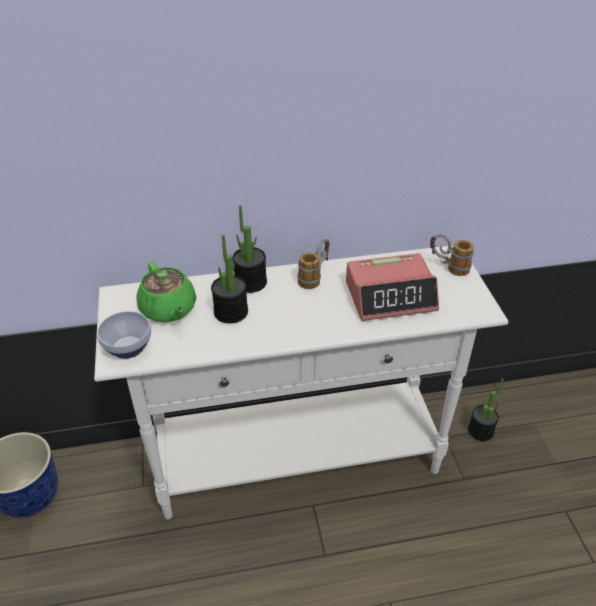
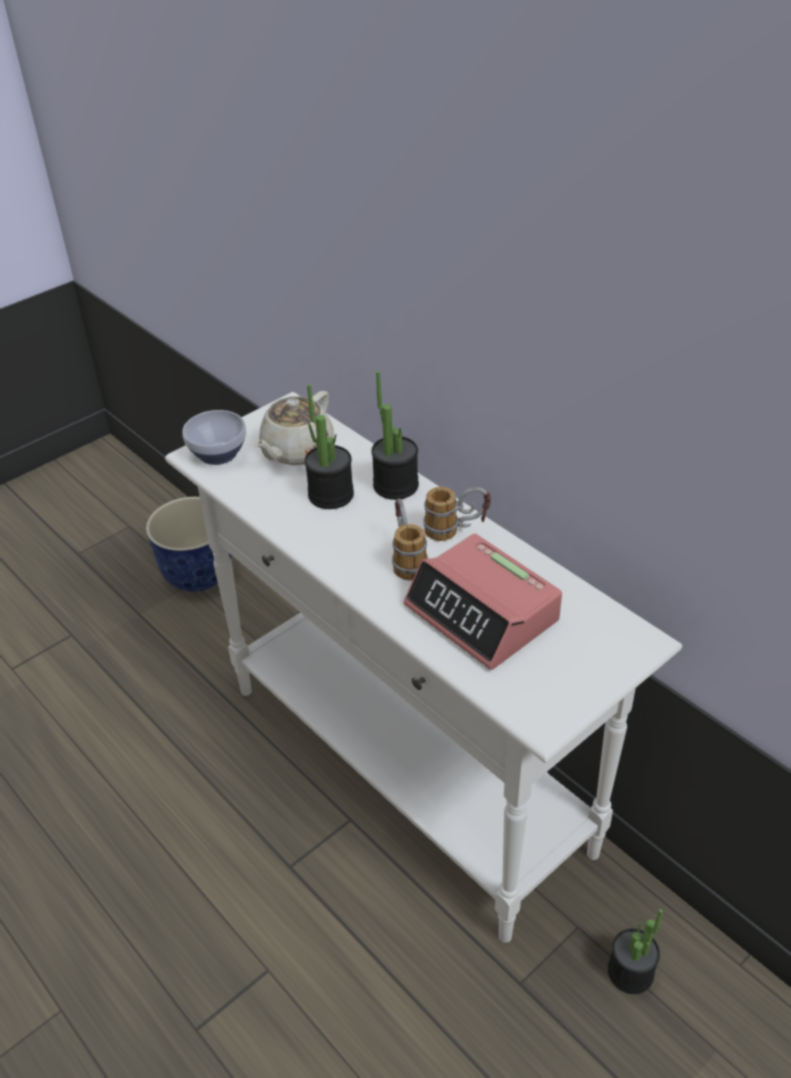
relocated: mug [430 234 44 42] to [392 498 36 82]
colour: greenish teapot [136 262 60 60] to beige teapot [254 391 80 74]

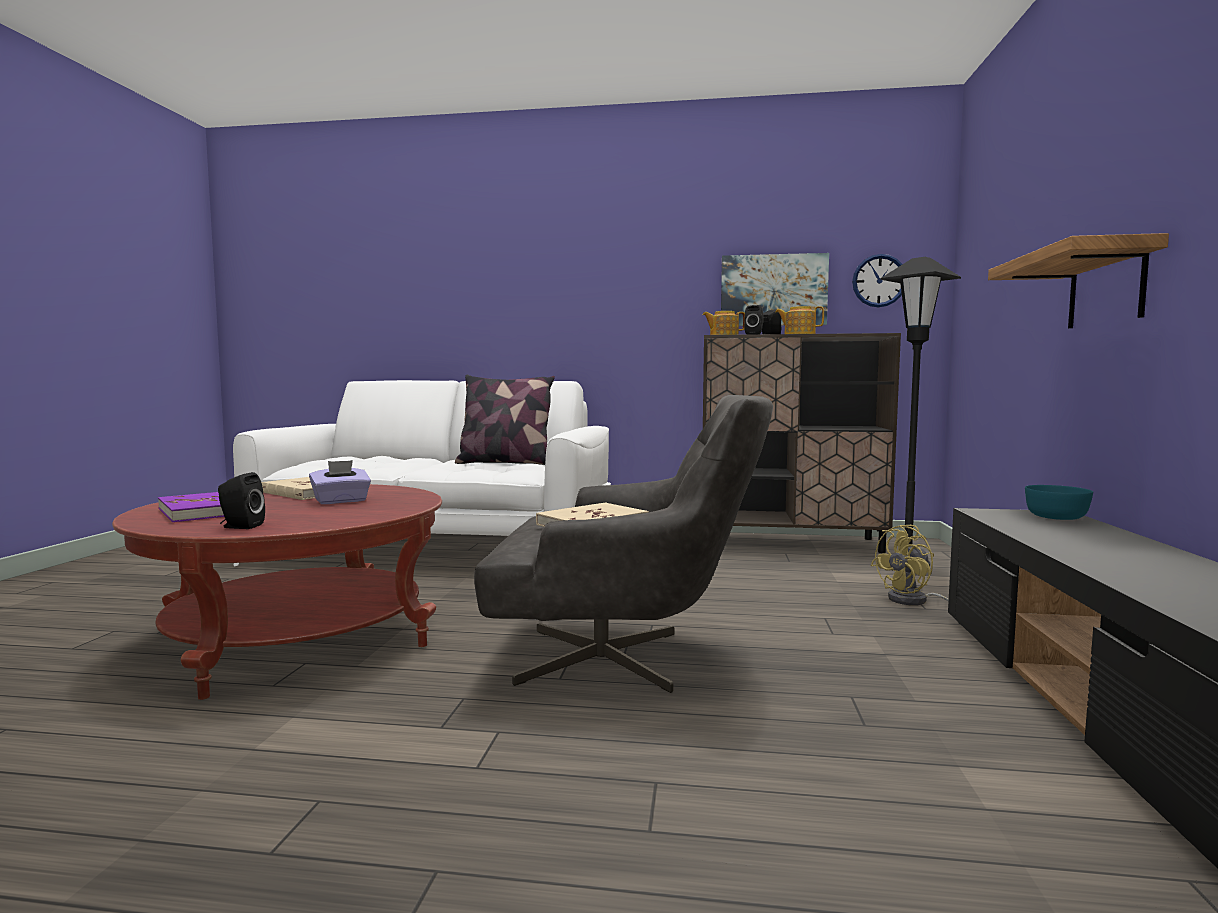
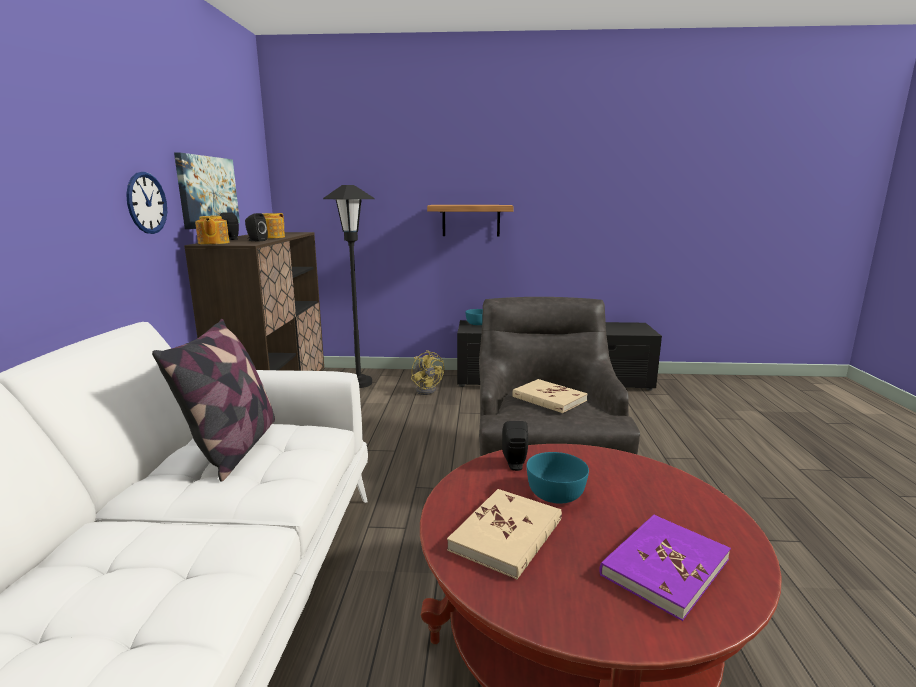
relocated: black speaker [218 472 47 57] to [502 421 26 50]; wall clock [852 254 50 53] to [126 172 41 62]
exchanged: purplish box of tissues [309 460 62 44] to turquoise-coloured bowl [527 452 62 52]

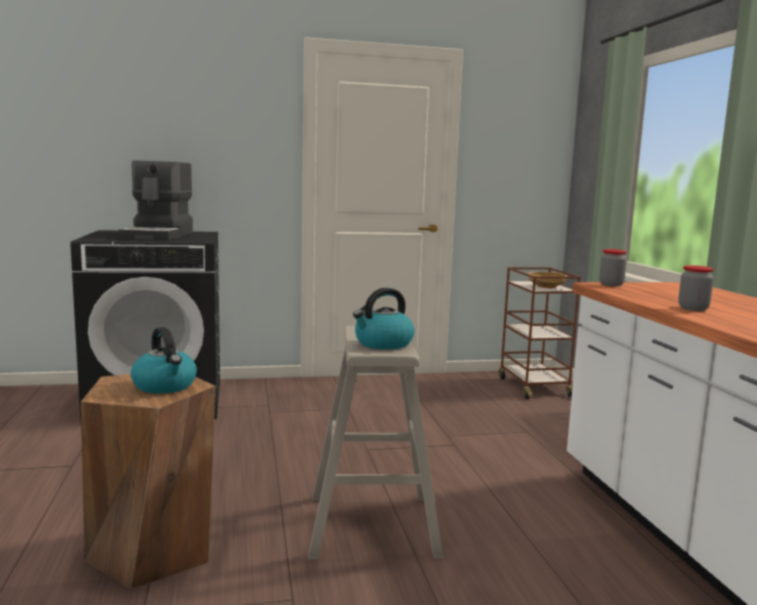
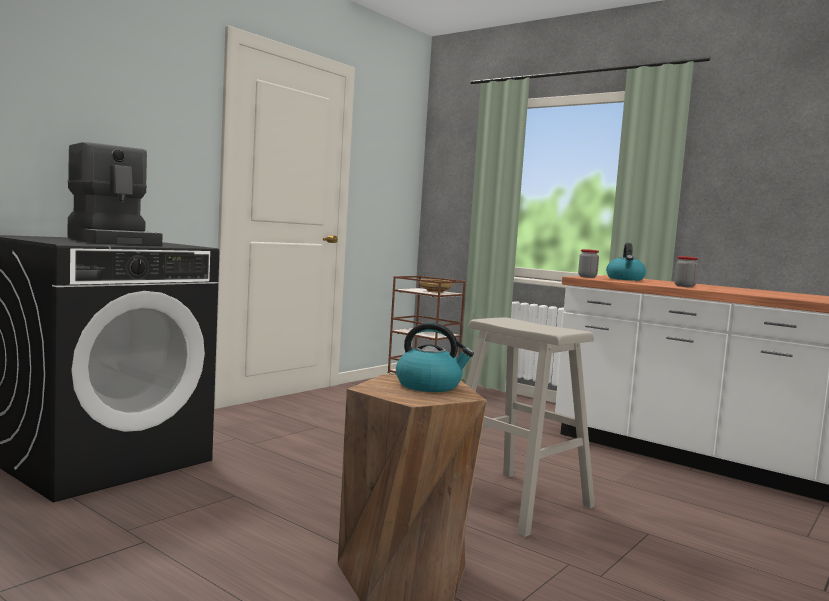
relocated: tea kettle [353 288 61 62] to [606 243 40 38]

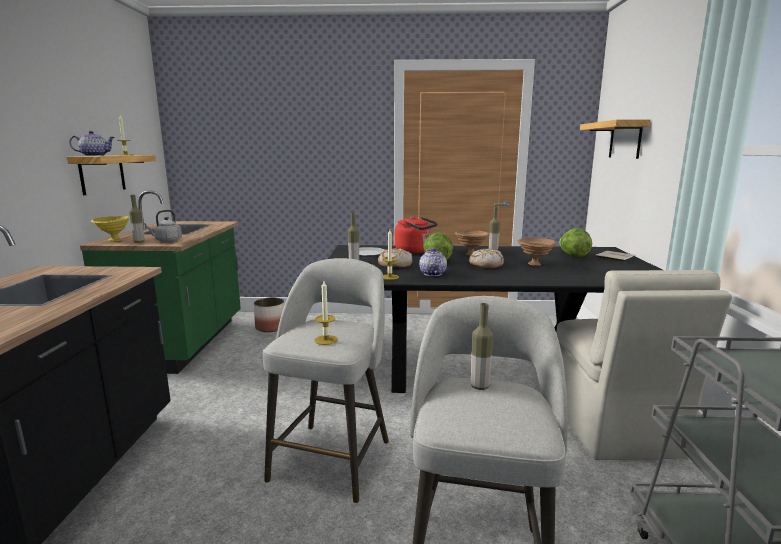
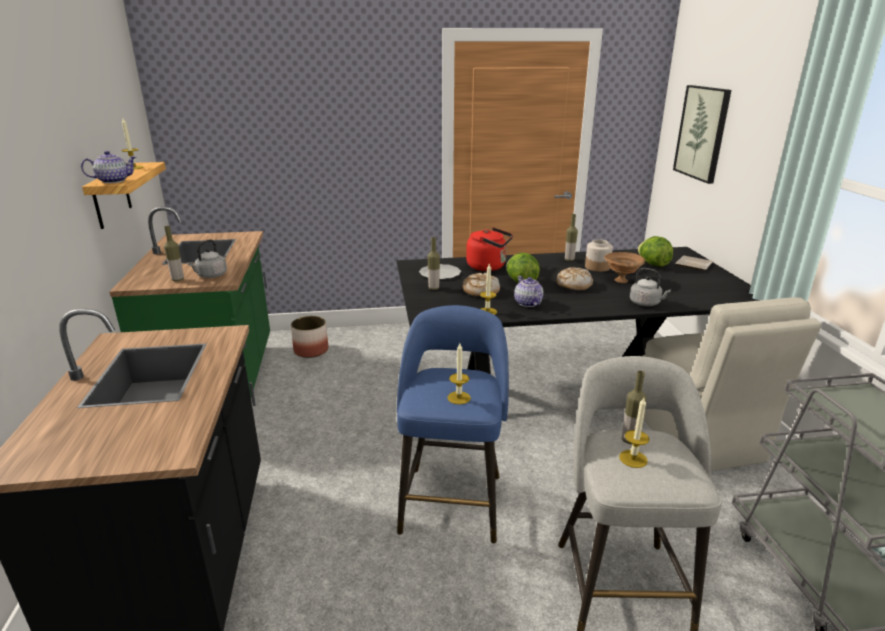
missing: yellow-coloured bowl [91 216 39 25]; brown-coloured bowl [455 230 35 26]
appeared: jar [585 239 28 33]; candle [619 398 31 70]; greyish tea kettle [630 268 41 38]
exchanged: bracket shelf [580 119 71 40] to picture [673 85 58 99]
colour: greyish sitting stool [263 258 126 245] to bluish sitting stool [397 305 112 238]

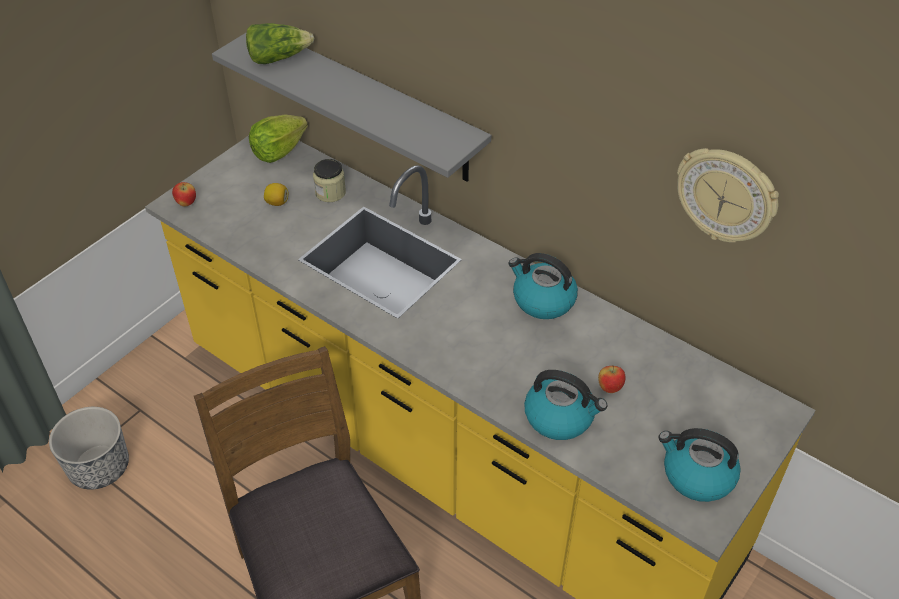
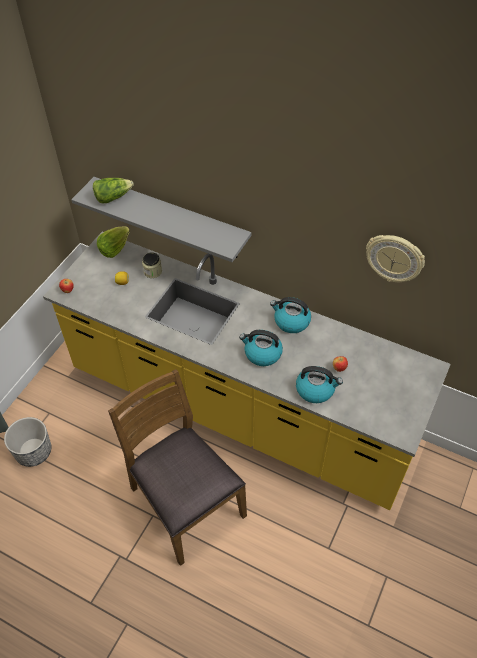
relocated: tea kettle [658 428 83 74] to [239 330 44 36]

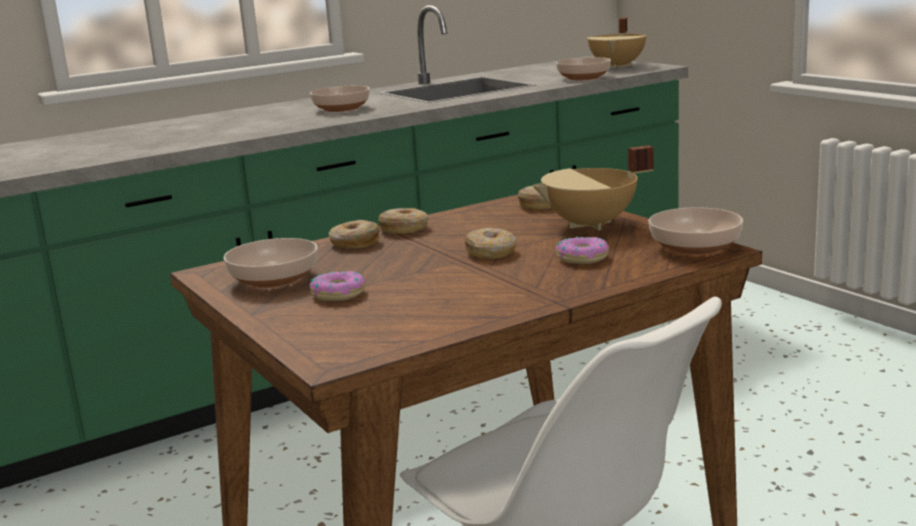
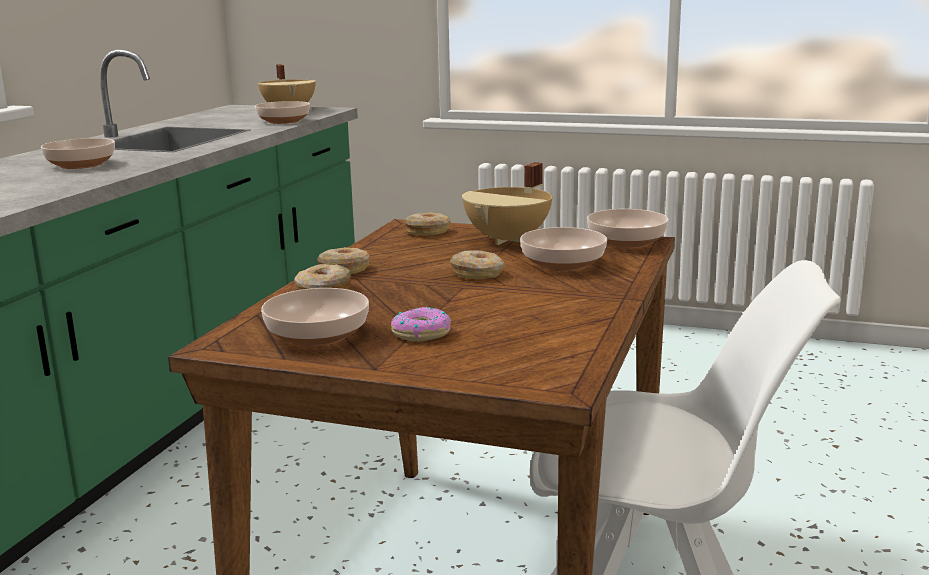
exchanged: doughnut [556 237 53 27] to bowl [520 227 87 44]

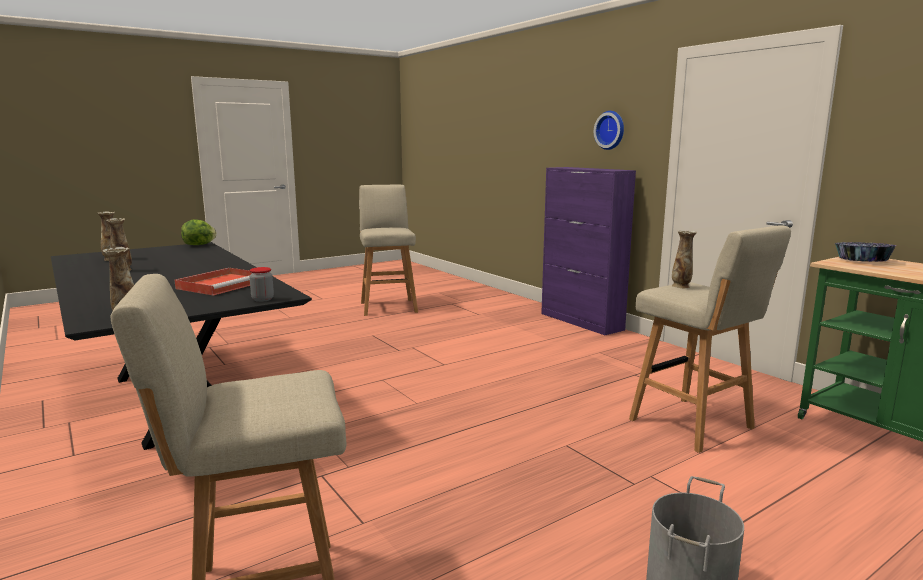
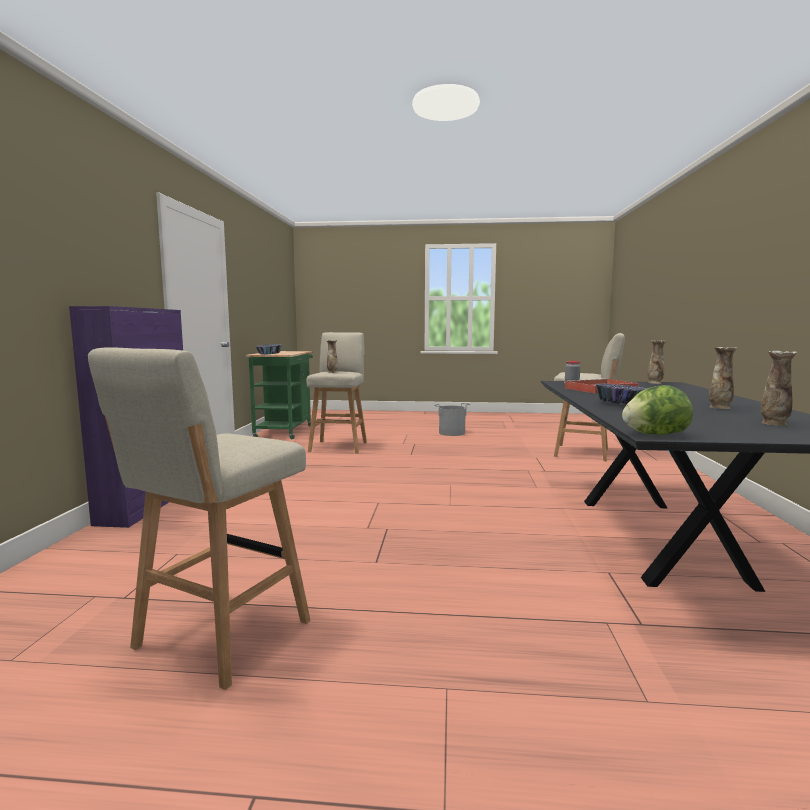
missing: wall clock [594 111 30 39]
appeared: bowl [596 384 51 21]

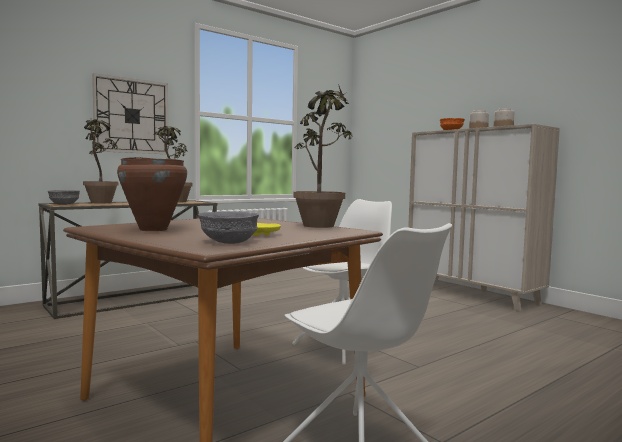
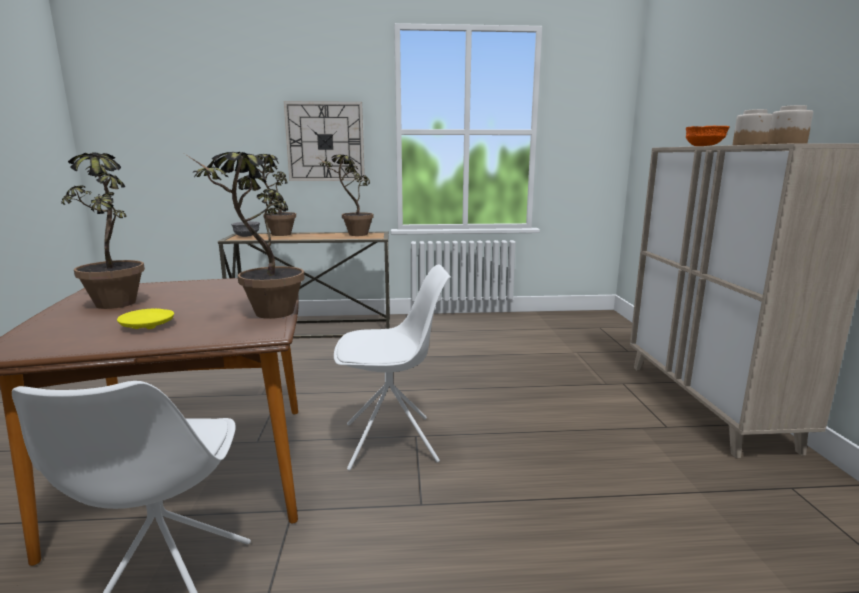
missing: greyish bowl [198 211 61 33]
exchanged: brown-coloured cooking pot [117 157 70 74] to houseplant [61 152 84 157]

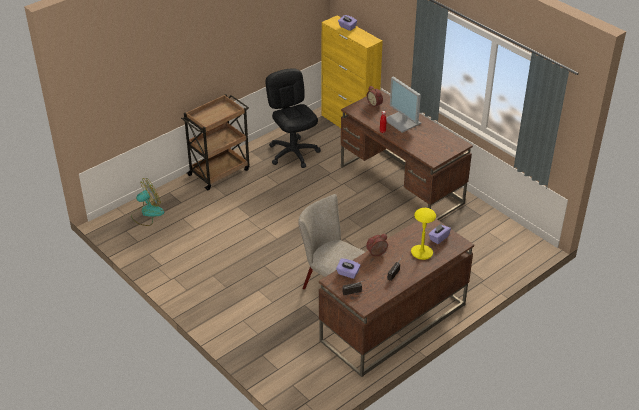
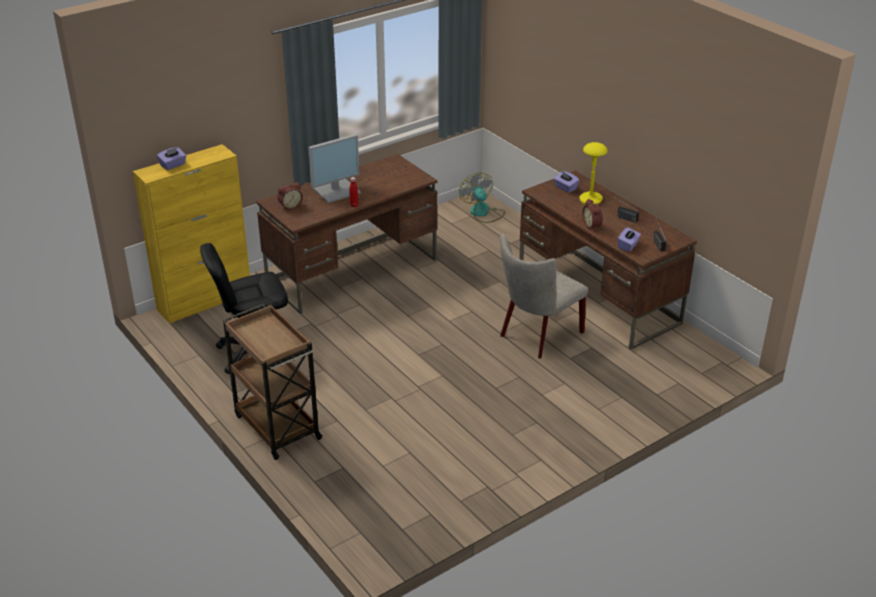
relocated: electric fan [131 178 33 48] to [459 173 46 50]

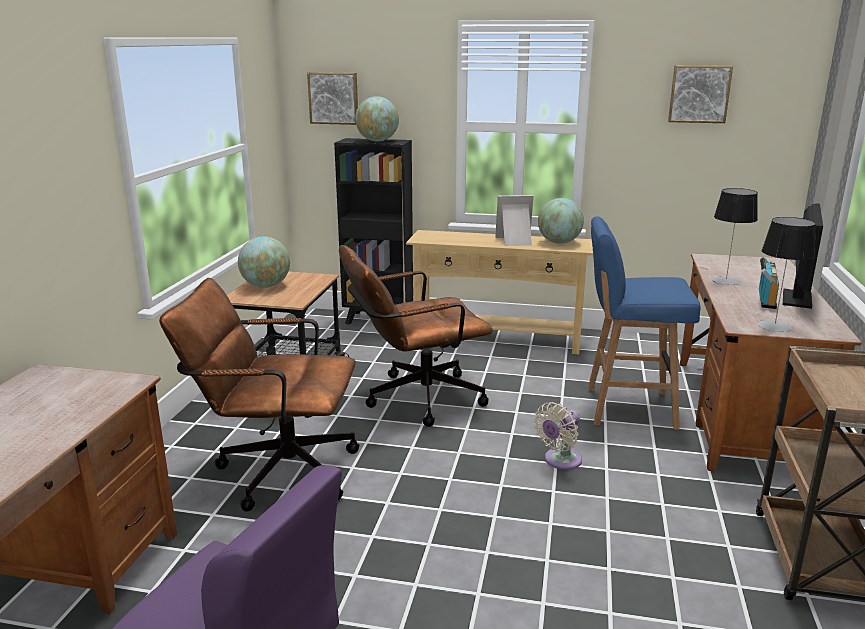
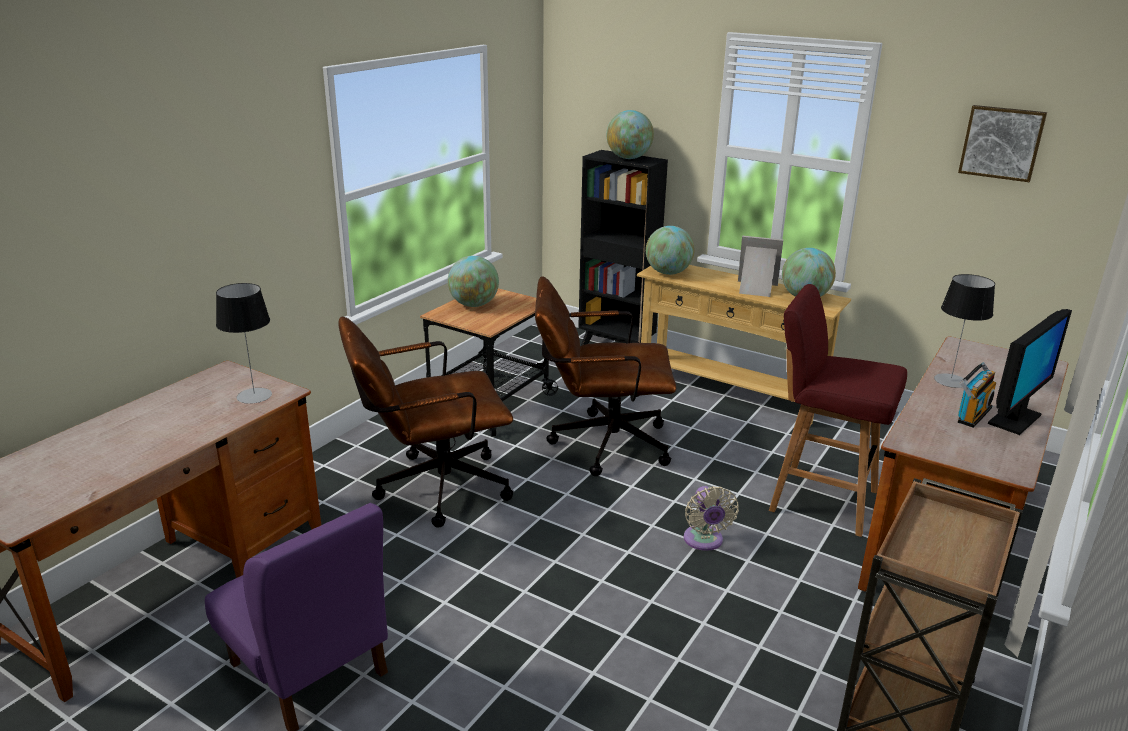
missing: picture [307 72 51 53]
appeared: desk globe [646 226 49 49]
relocated: table lamp [757 217 59 115] to [216 283 56 121]
colour: bluish sitting stool [588 216 113 214] to red sitting stool [769 284 138 253]
spun: brown-coloured computer chair [159 278 201 234] = [338 317 175 211] 45 degrees counterclockwise; beige electric fan [534 402 48 68] = [684 486 55 65] 75 degrees counterclockwise

